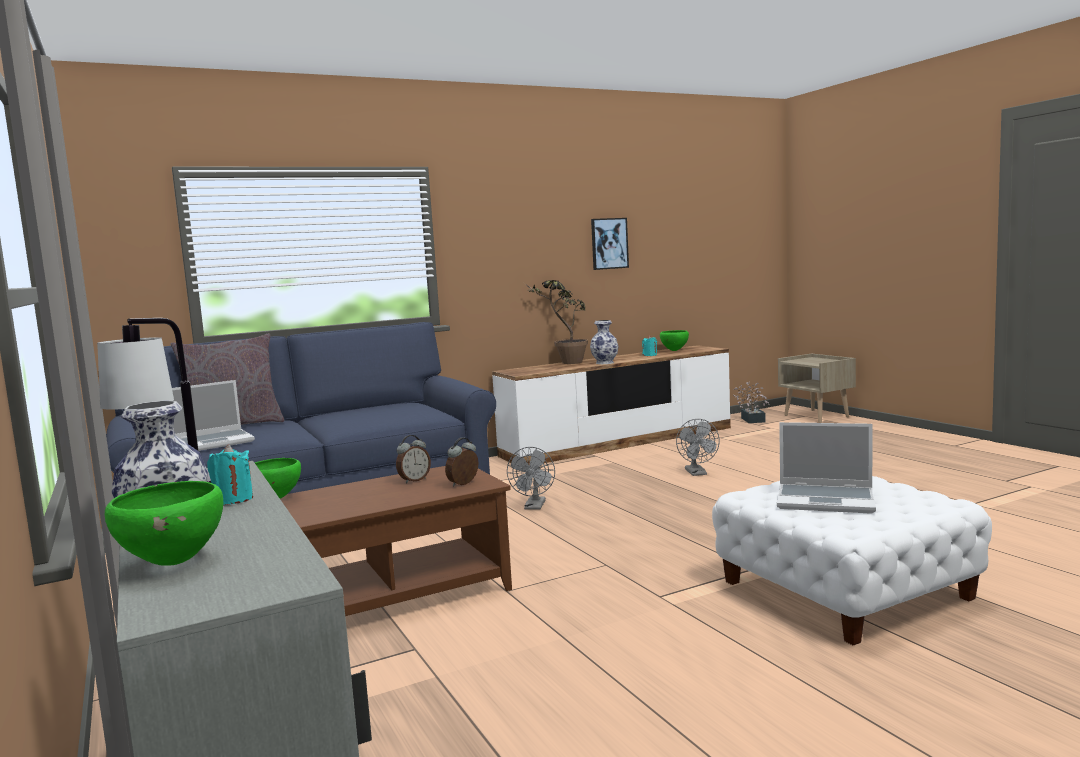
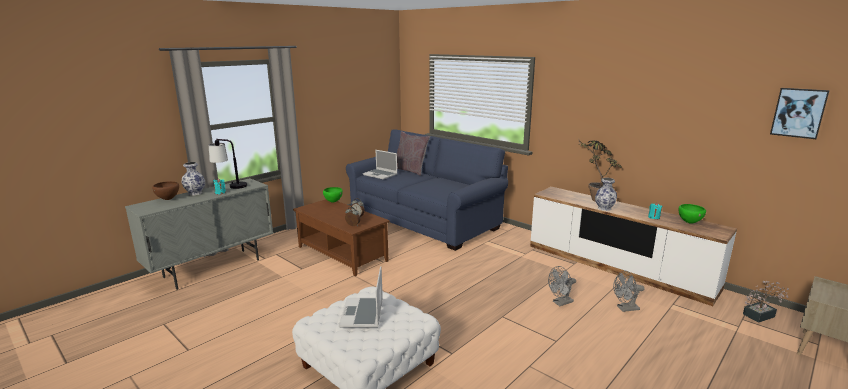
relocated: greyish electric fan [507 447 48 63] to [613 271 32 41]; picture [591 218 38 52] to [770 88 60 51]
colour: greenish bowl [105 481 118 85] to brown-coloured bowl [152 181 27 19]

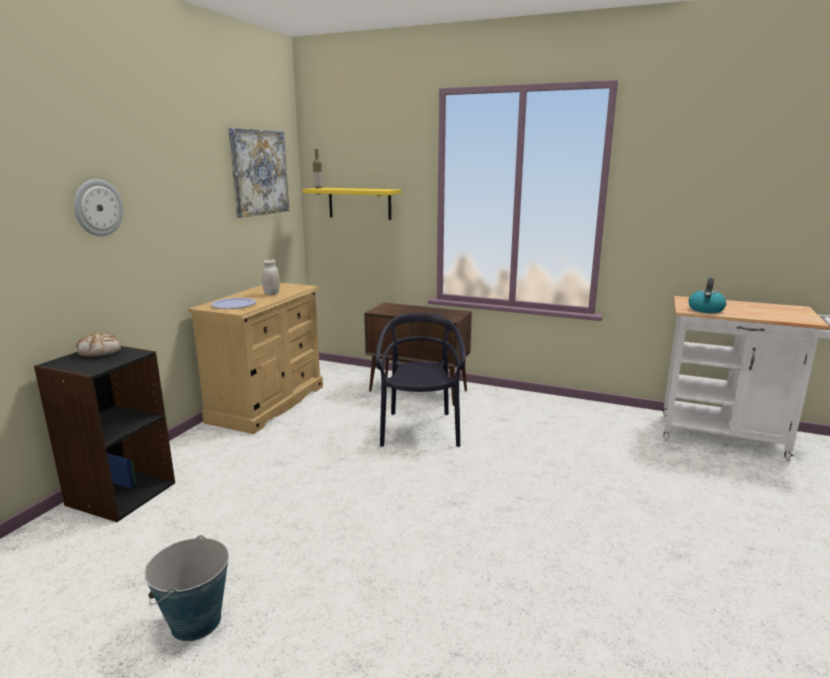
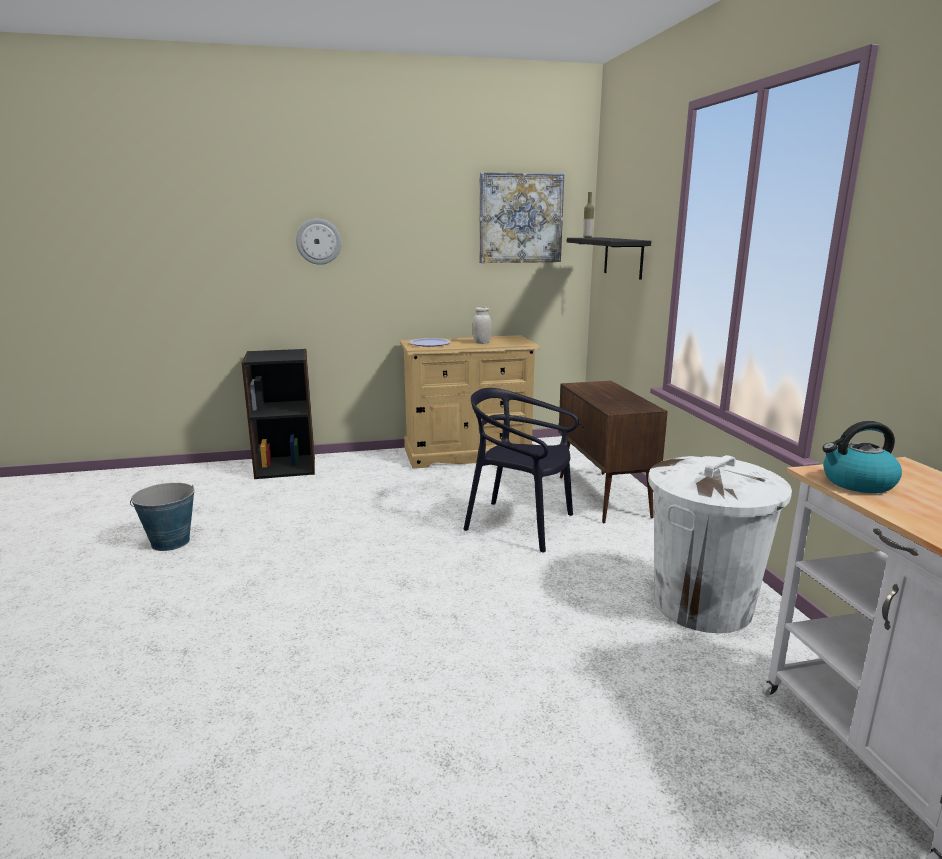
missing: baked bread [76 333 45 24]
appeared: white rubbish bin [648 455 144 178]
colour: yellow-coloured bracket shelf [302 188 99 32] to black bracket shelf [567 238 84 42]
spun: black plain chair [375 313 91 134] = [463 388 116 164] 120 degrees counterclockwise

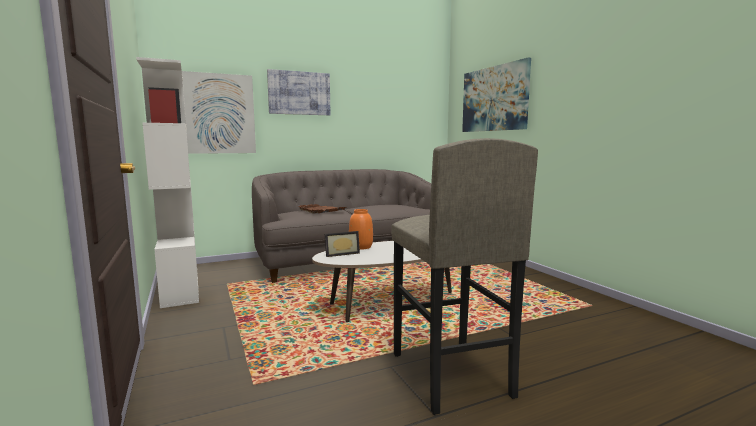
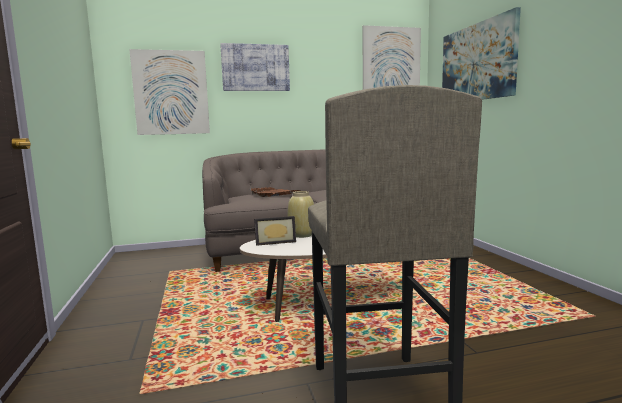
missing: white bookcase [136 57 63 251]
appeared: picture [363 25 58 64]
colour: orange-coloured decorative vase [349 209 24 41] to beige decorative vase [287 191 27 47]

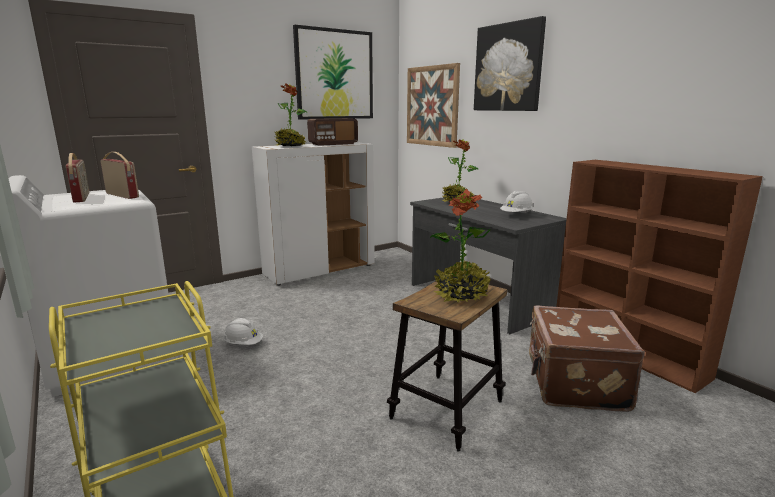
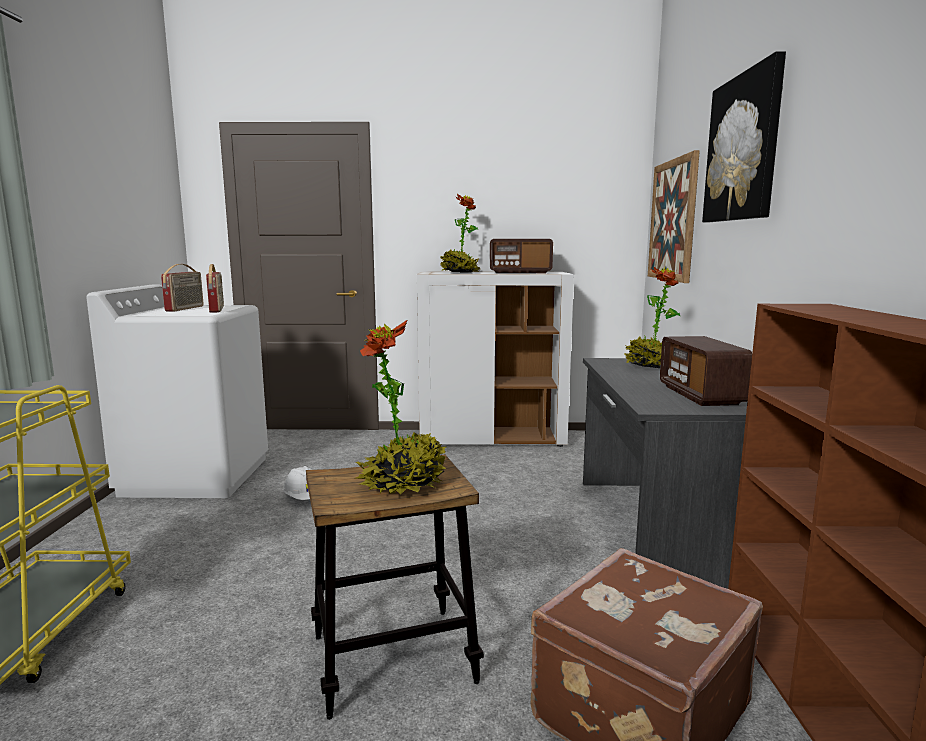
missing: picture [293 25 80 95]
exchanged: white work helmet [500 191 33 22] to radio [660 336 92 70]

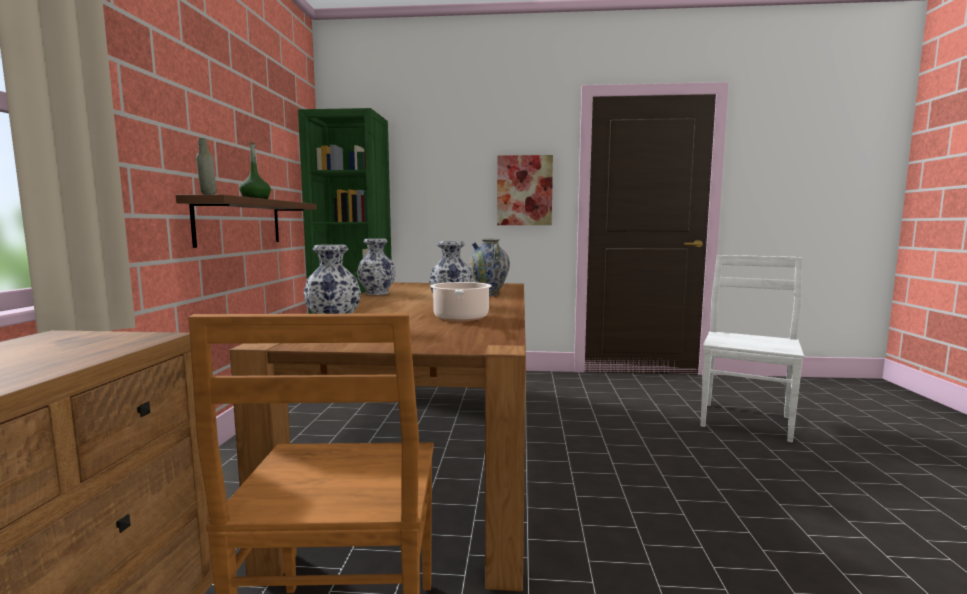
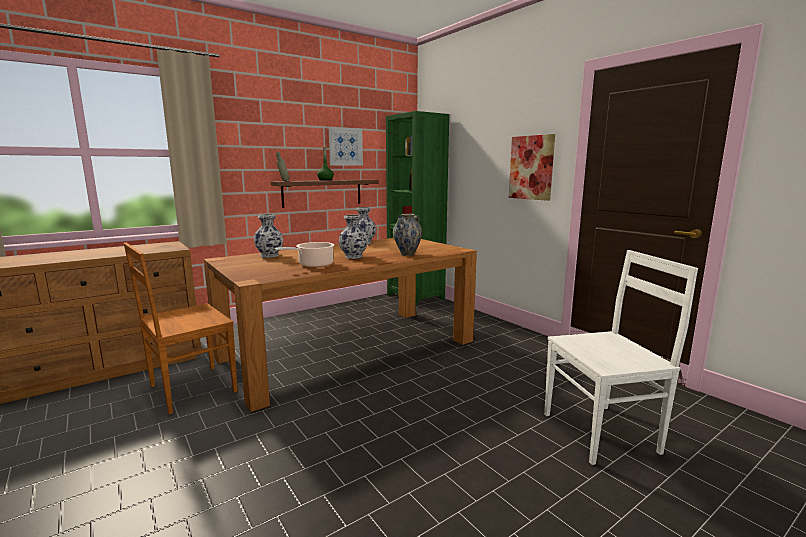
appeared: picture [329 127 34 39]

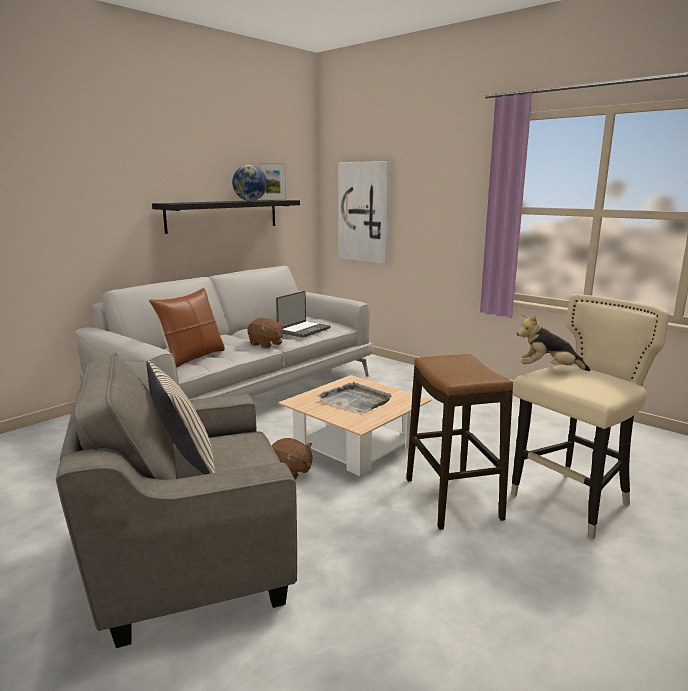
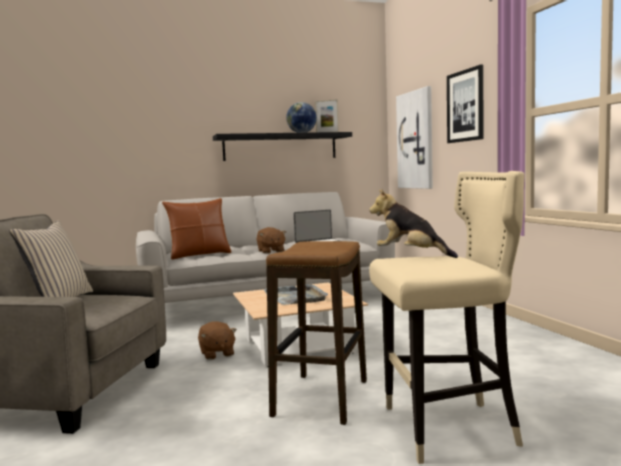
appeared: picture [447 65 36 78]

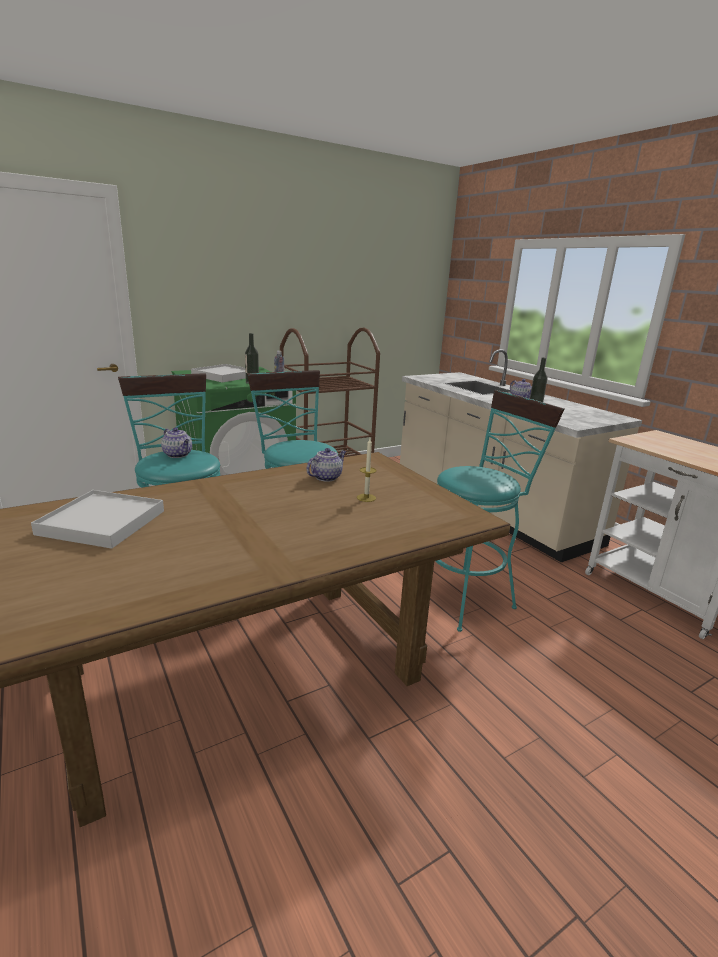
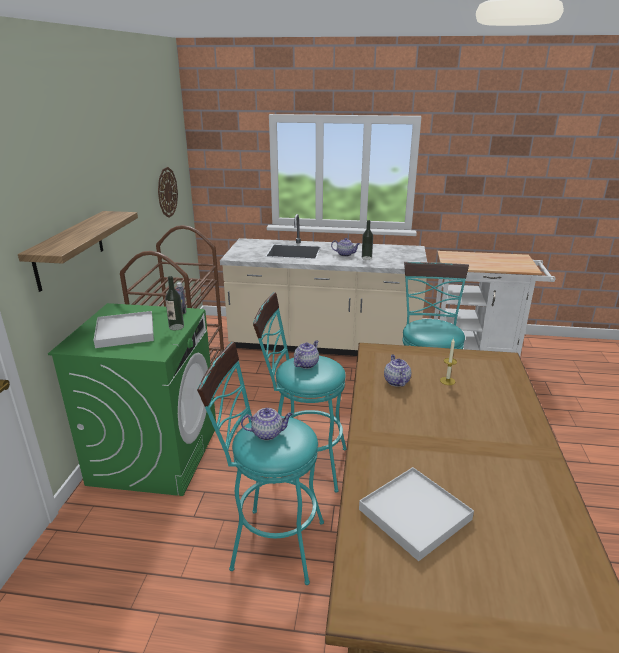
appeared: bracket shelf [18 211 120 81]; wall clock [158 167 20 51]; teapot [294 340 25 29]

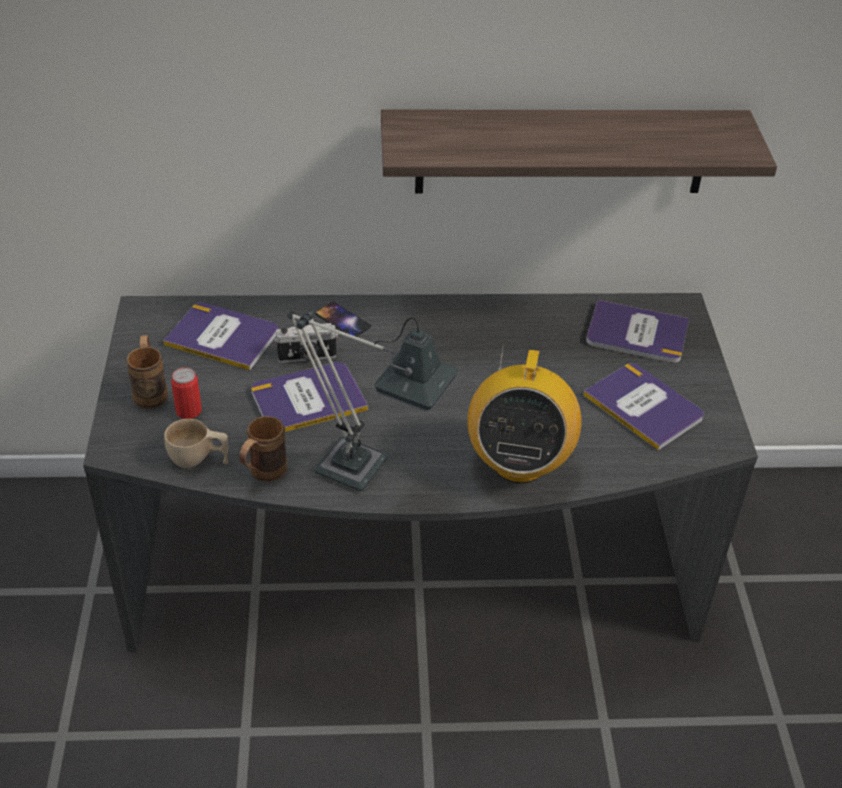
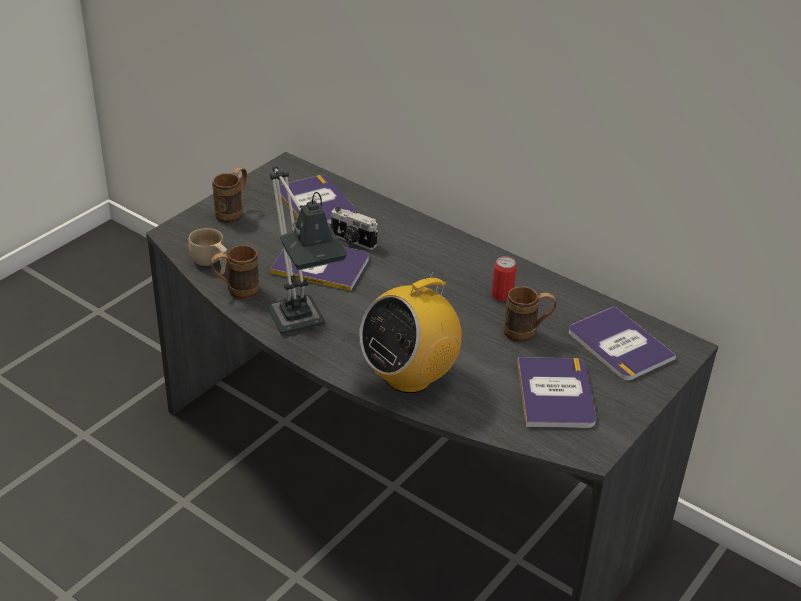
missing: telephone [315 302 56 35]; bracket shelf [381 109 396 84]
appeared: brown-coloured mug [504 286 52 56]
relocated: metal can [171 367 31 52] to [492 256 25 45]

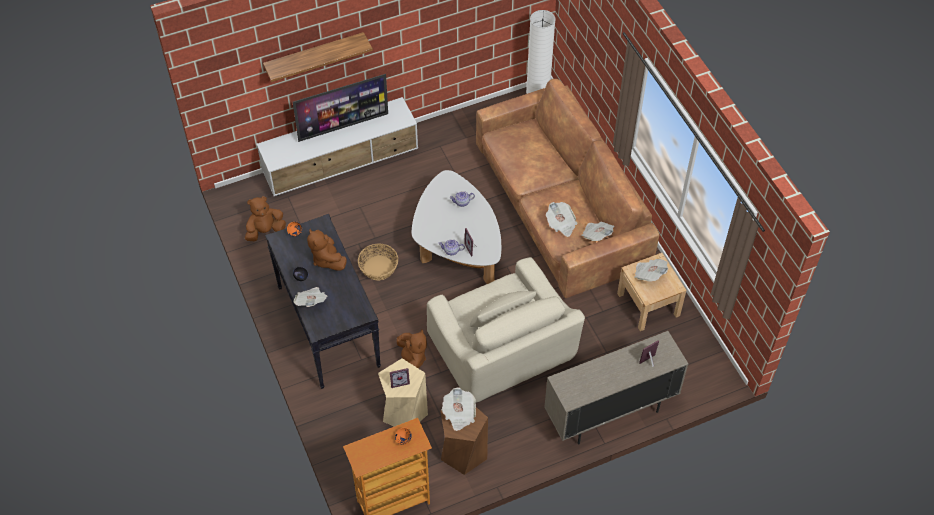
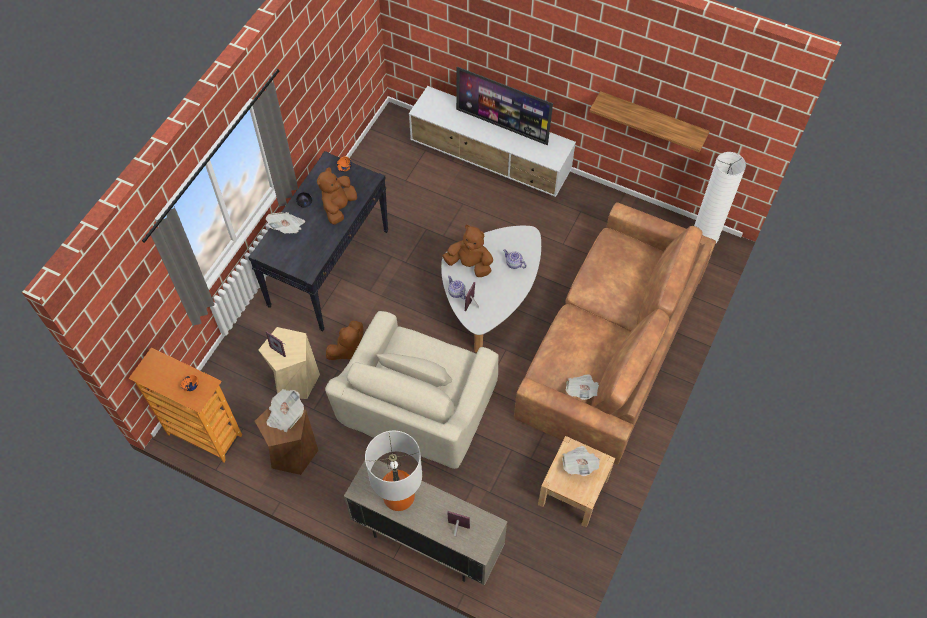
missing: storage basket [358 244 40 36]; newspaper [546 202 32 35]
appeared: table lamp [365 430 57 81]
relocated: brown-coloured soft toy [245 196 41 45] to [443 225 50 52]; bracket shelf [263 32 110 50] to [589 91 121 62]

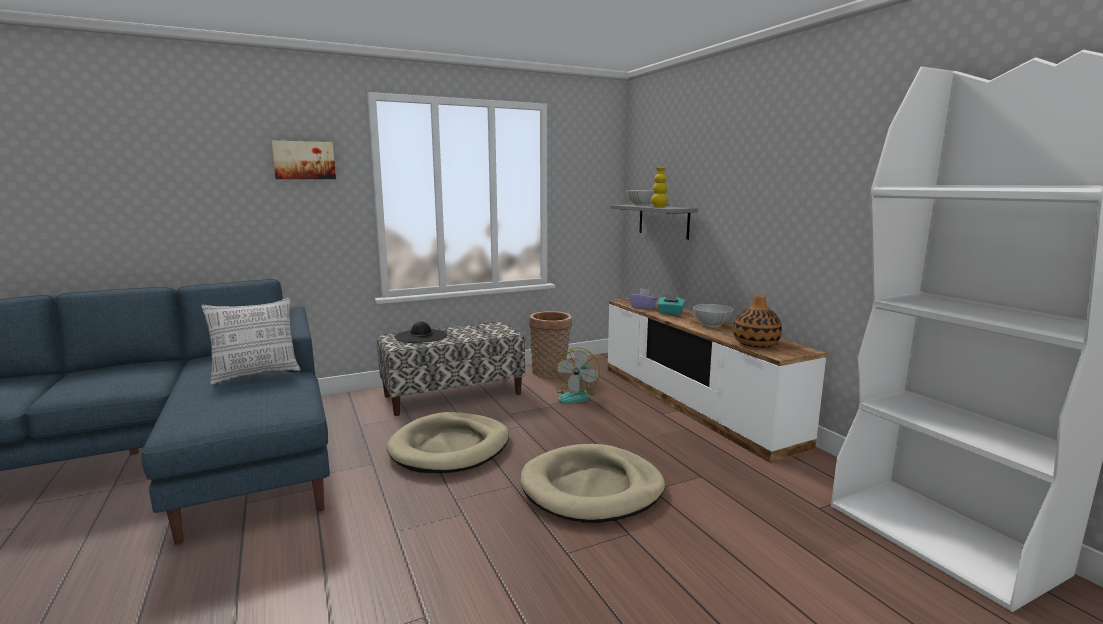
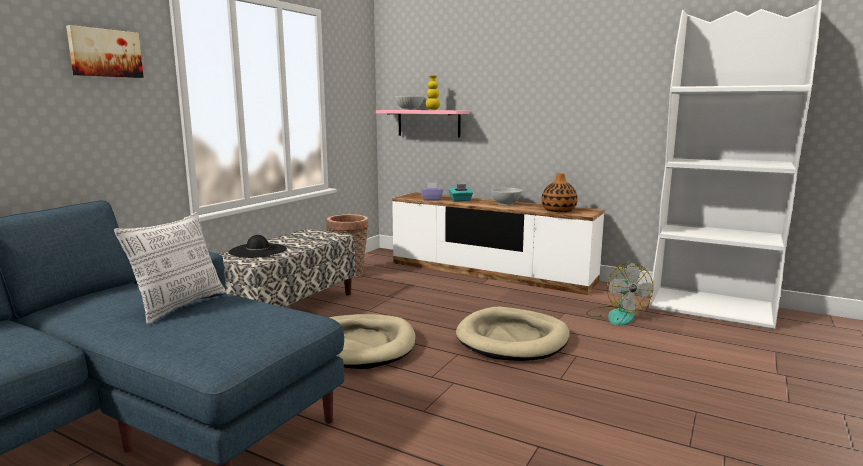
relocated: electric fan [556 348 44 55] to [586 263 68 63]
colour: greyish bracket shelf [610 204 88 36] to pink bracket shelf [376 110 94 28]

